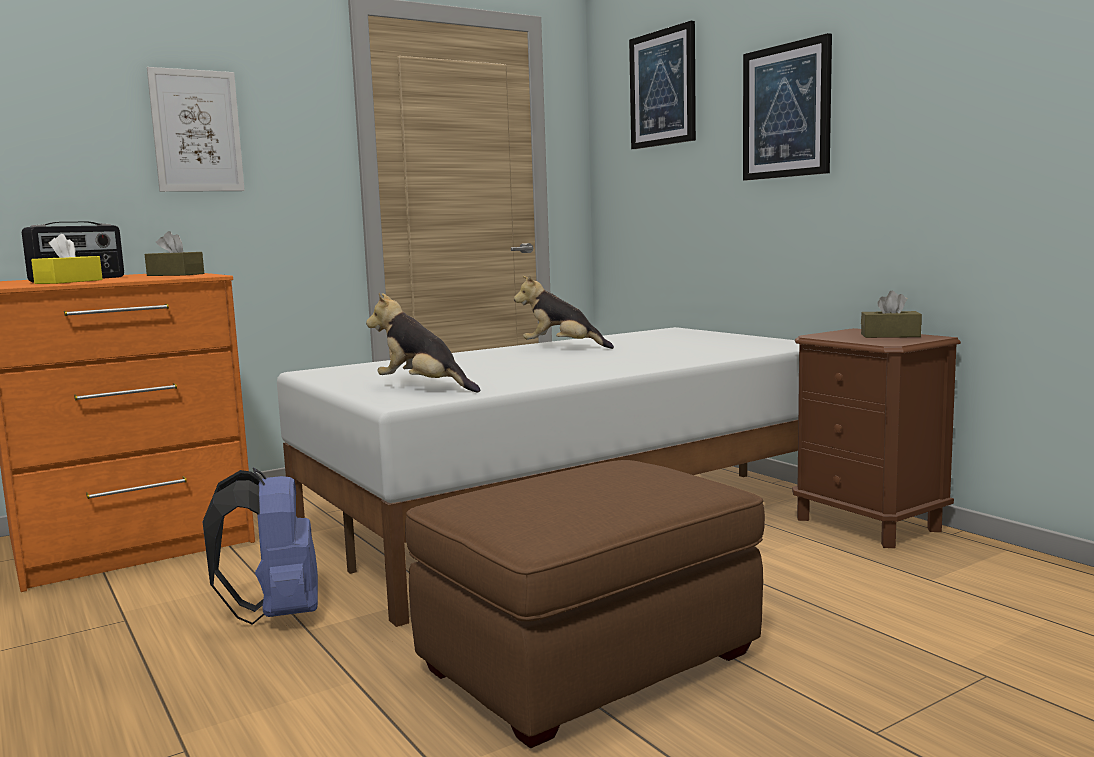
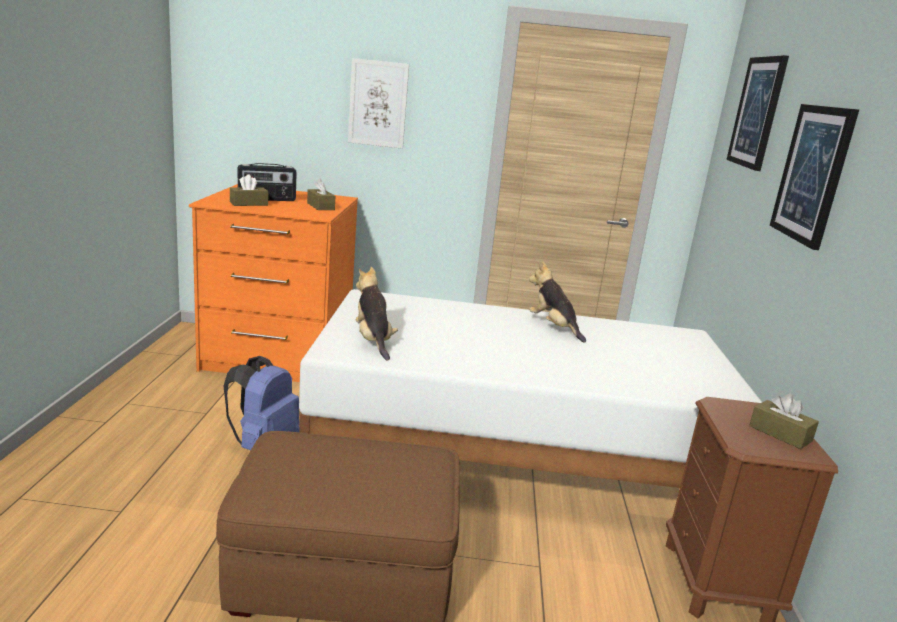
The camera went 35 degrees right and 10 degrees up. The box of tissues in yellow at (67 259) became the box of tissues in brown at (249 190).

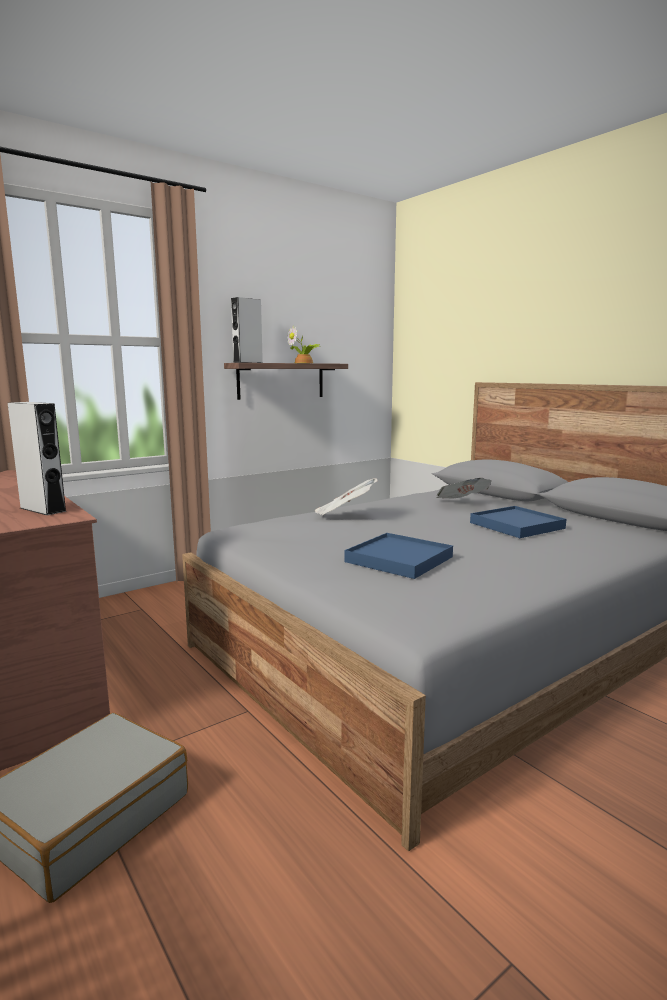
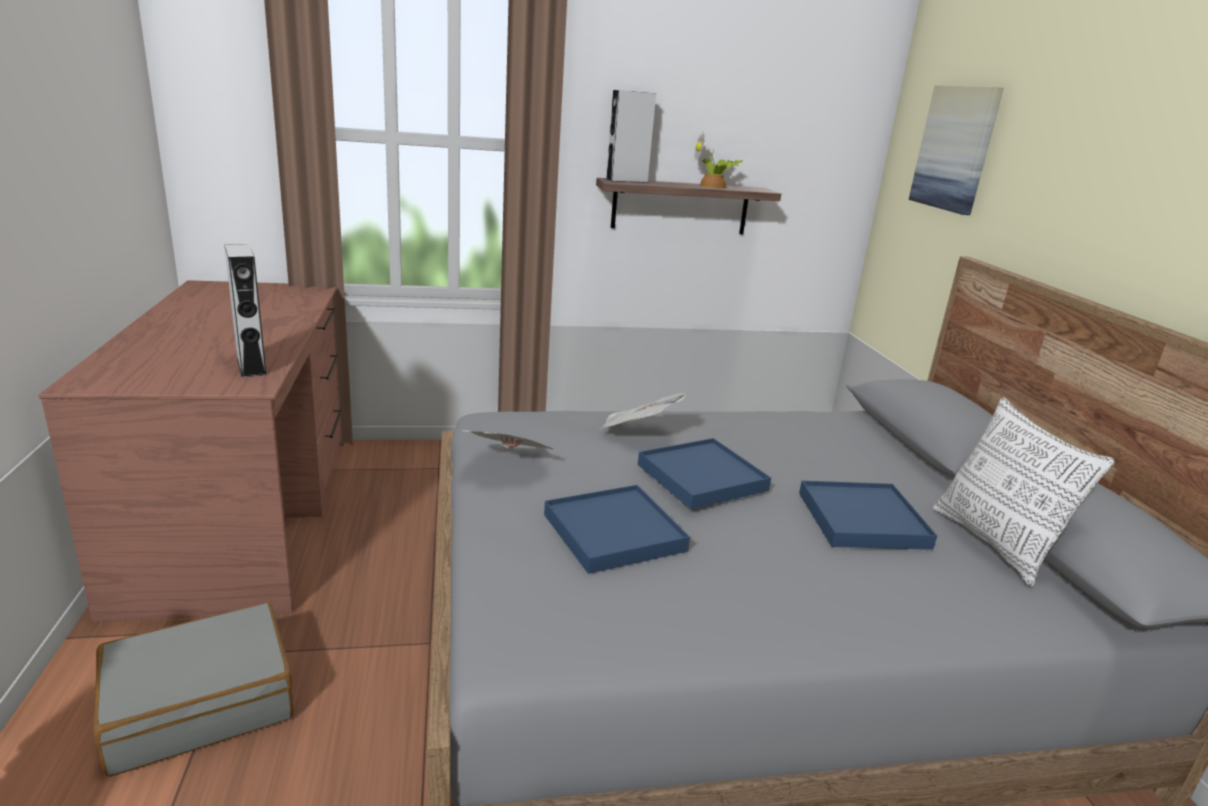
The camera went 25 degrees right and 10 degrees up. The daily paper moved from (464 488) to (507 439). The carrying tray in blue at (704 473) appeared. The wall picture at (956 150) appeared. The pillow at (1024 492) appeared.

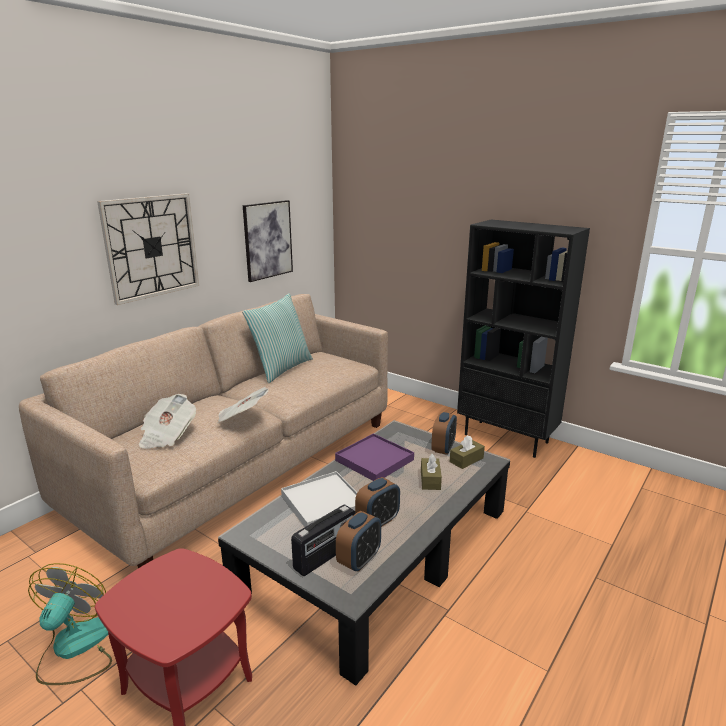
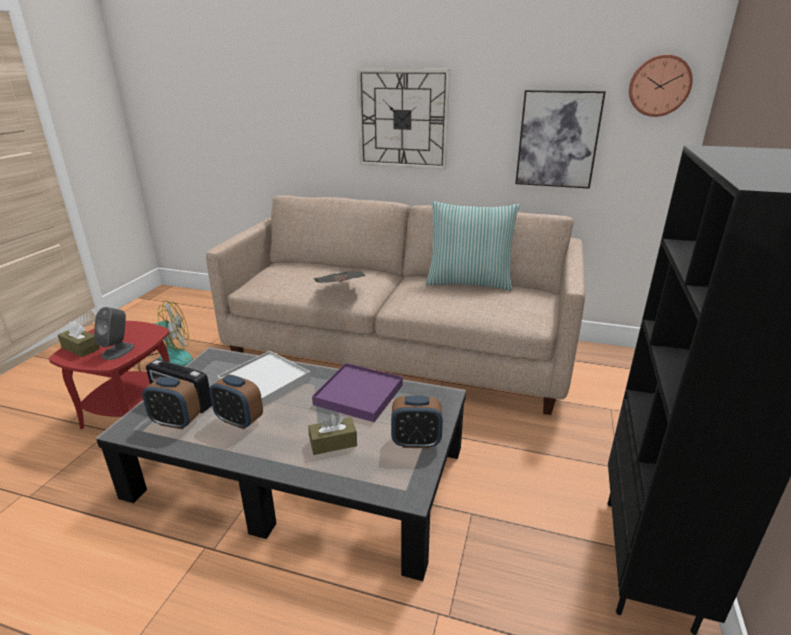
The camera went 70 degrees right and 5 degrees up. The box of tissues in brown moved from (467 452) to (79 339). The loudspeaker in grey at (114 333) appeared. The hanging clock at (661 86) appeared. The daily paper at (167 421) disappeared.

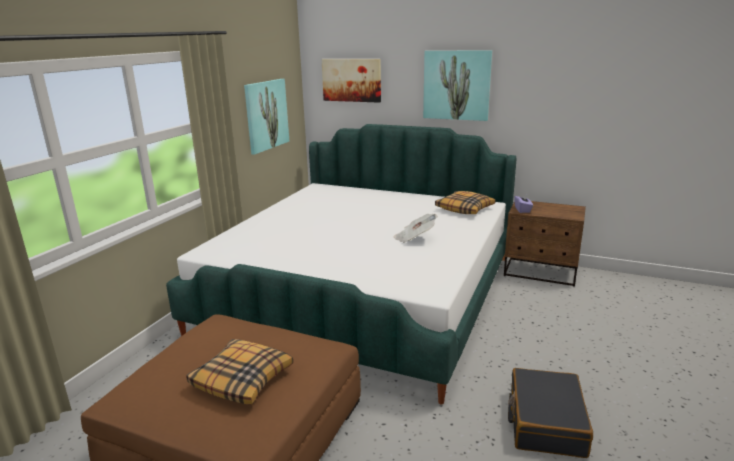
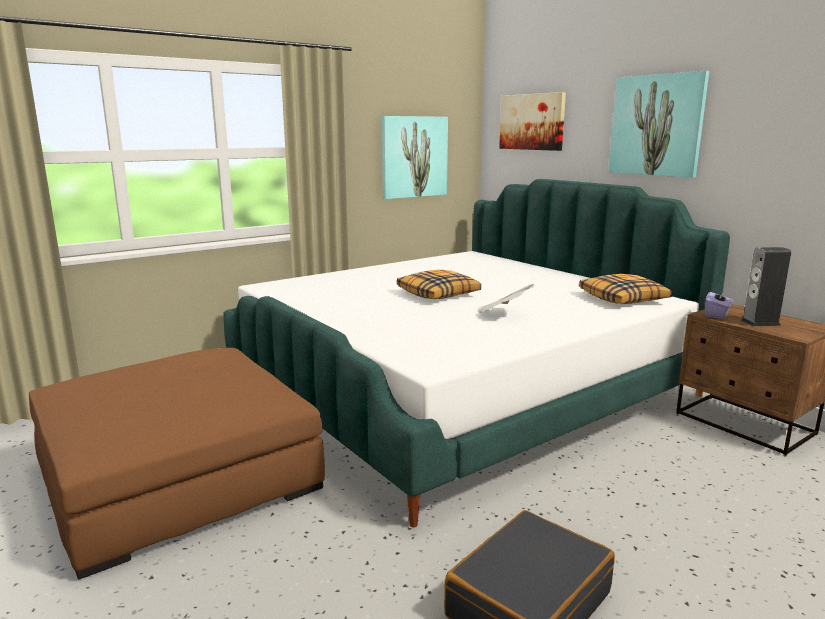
The camera went 30 degrees right and 5 degrees down. The pillow moved from (239 371) to (439 284). The loudspeaker at (766 286) appeared.

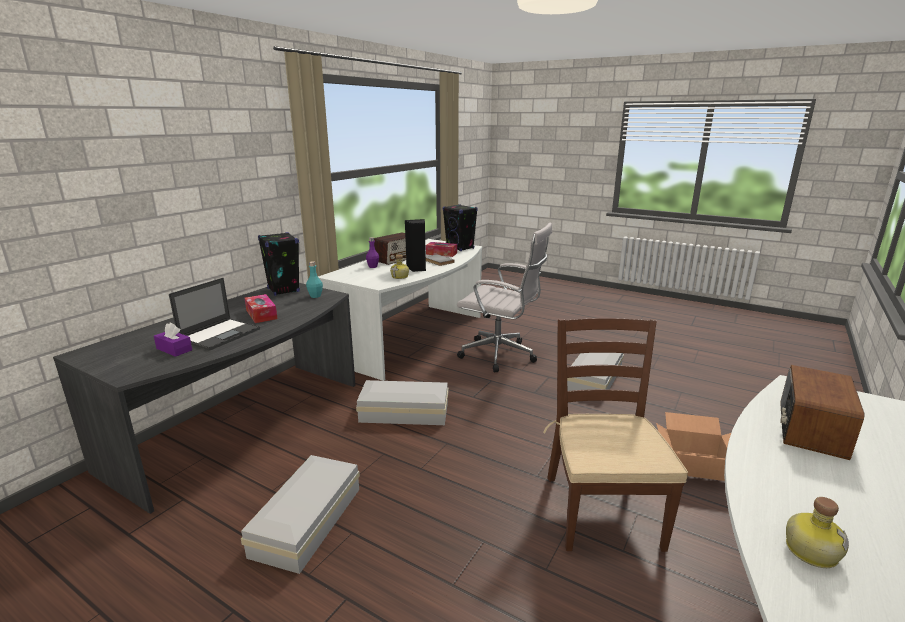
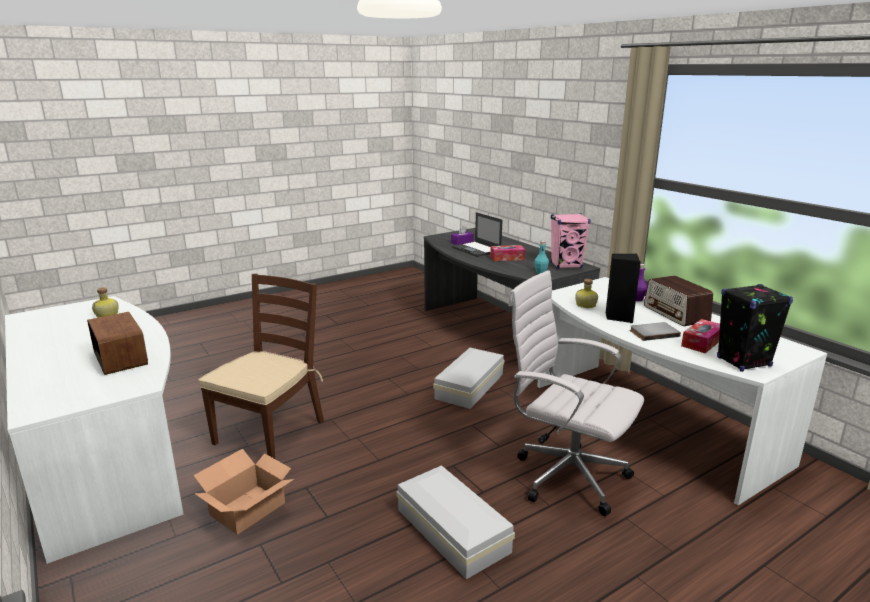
The camera went 115 degrees right and 0 degrees up. The plain chair in brown at (615 435) turned 90 degrees counterclockwise. The computer chair in white-coloured at (504 298) turned 75 degrees clockwise. The loudspeaker in black at (279 264) became the loudspeaker in pink at (571 241). The storage container in white-coloured at (300 514) disappeared.

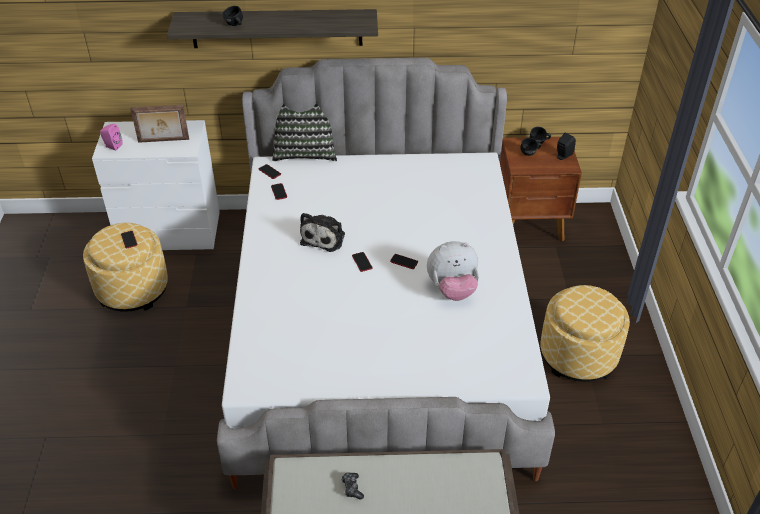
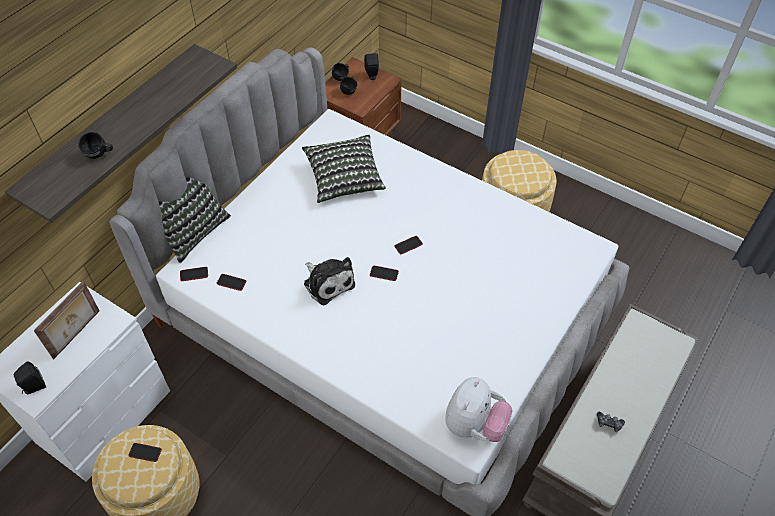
The camera went 55 degrees left and 10 degrees up. The loudspeaker in pink at (111 137) became the loudspeaker in black at (29 377). The pillow at (344 168) appeared. The cuddly toy moved from (453 271) to (479 409).

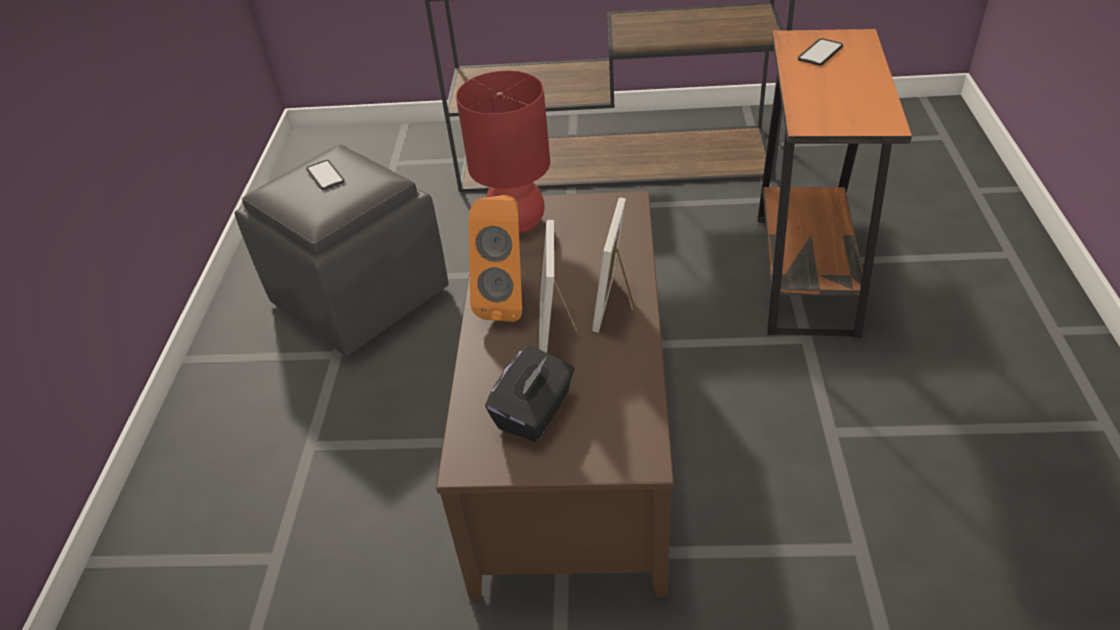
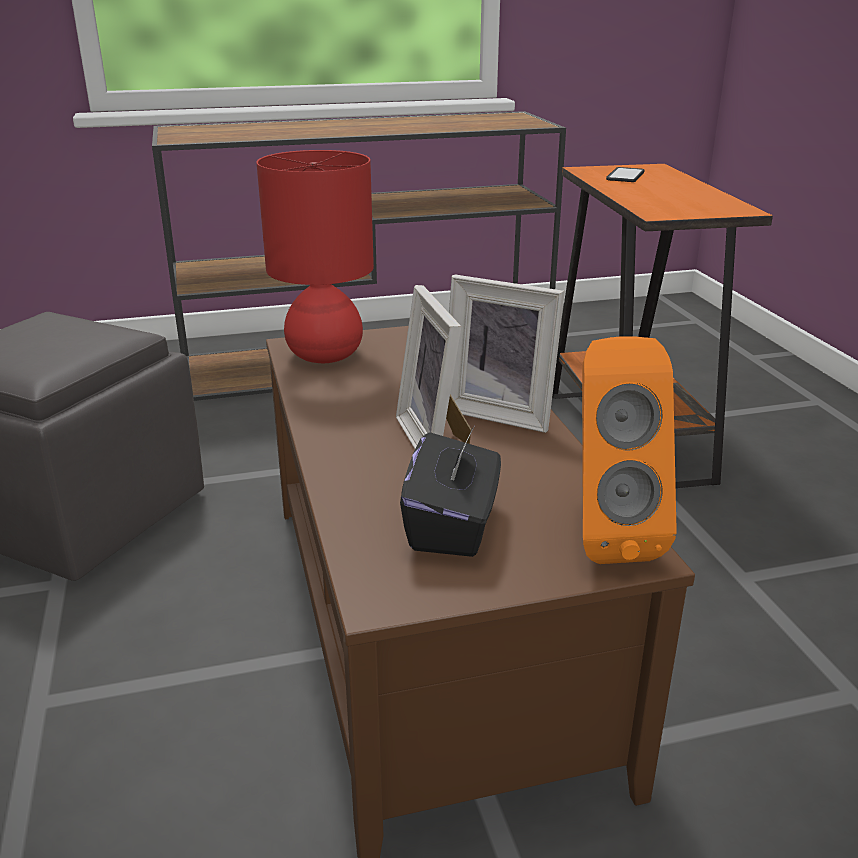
The camera went 20 degrees left and 15 degrees down. The picture frame at (614 265) turned 60 degrees counterclockwise. The loudspeaker in orange moved from (495 258) to (629 450). The telephone at (325 175) disappeared.

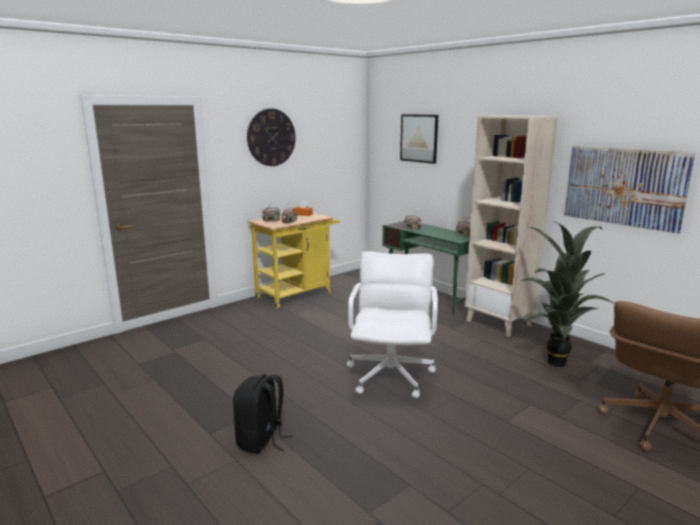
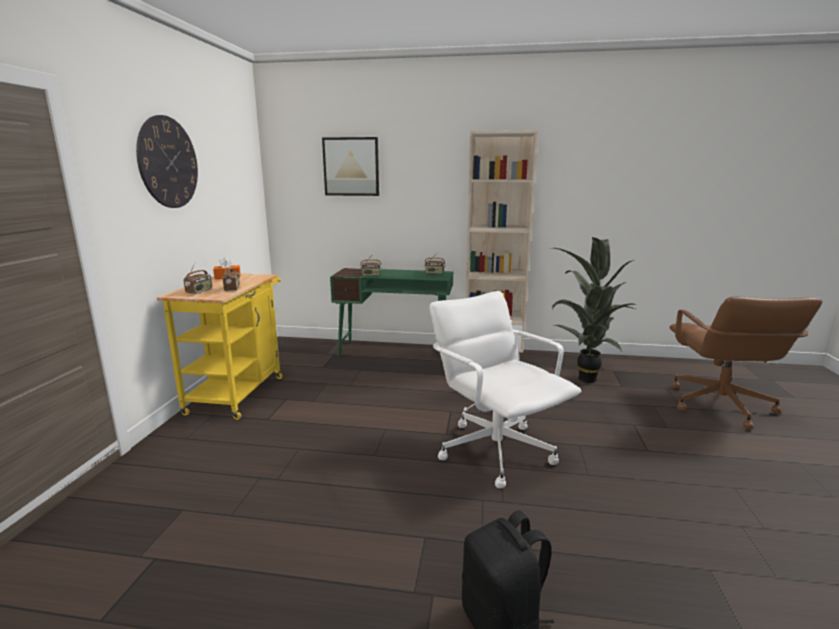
The camera went 40 degrees left and 0 degrees up. The wall picture at (629 190) disappeared.

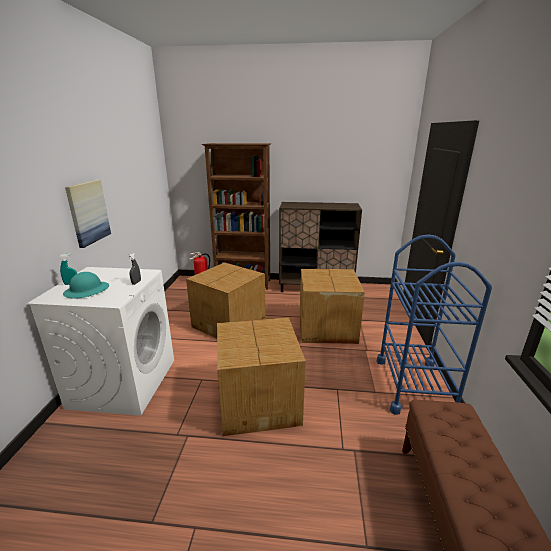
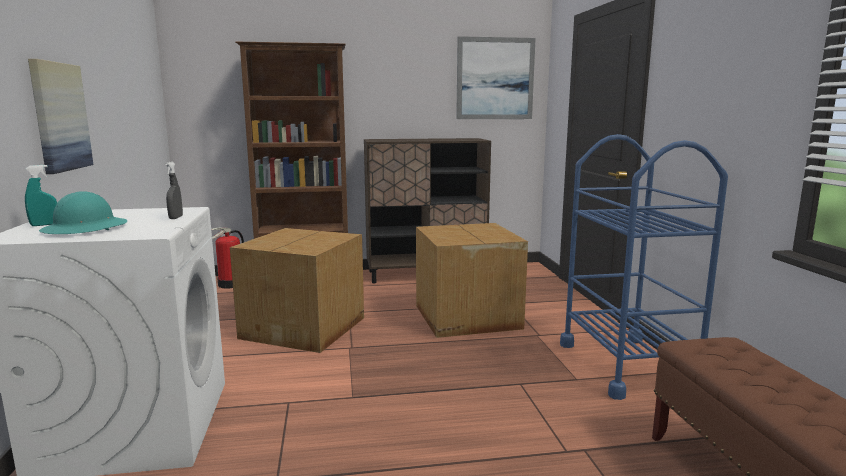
The camera went 15 degrees left and 10 degrees down. The wall picture at (496 77) appeared. The packing box at (261 376) disappeared.

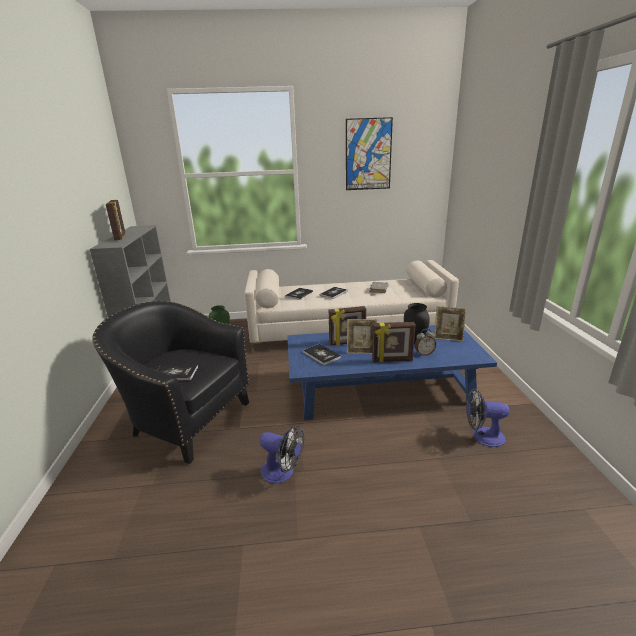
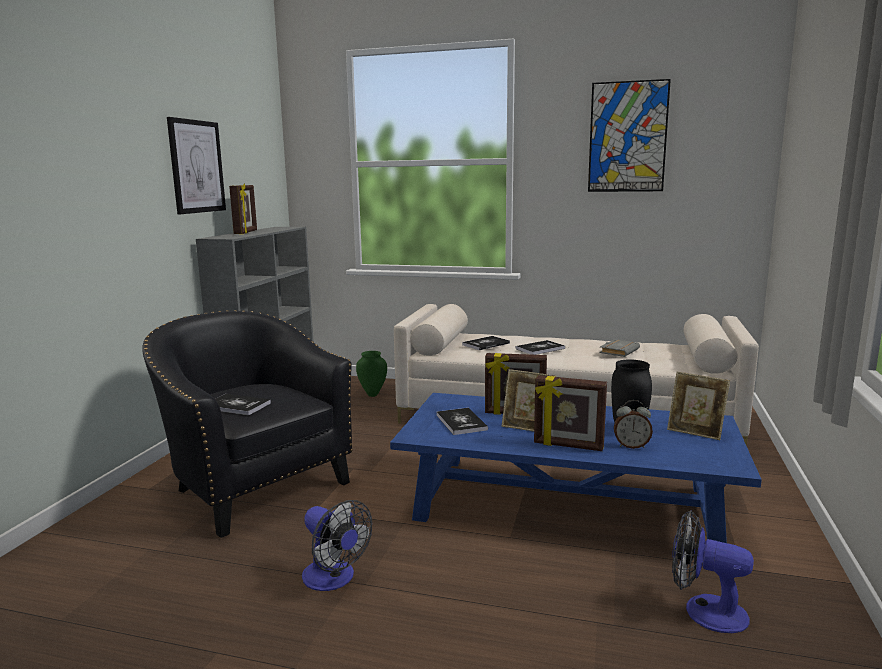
The camera went 20 degrees right and 10 degrees down. The wall picture at (196 165) appeared.

